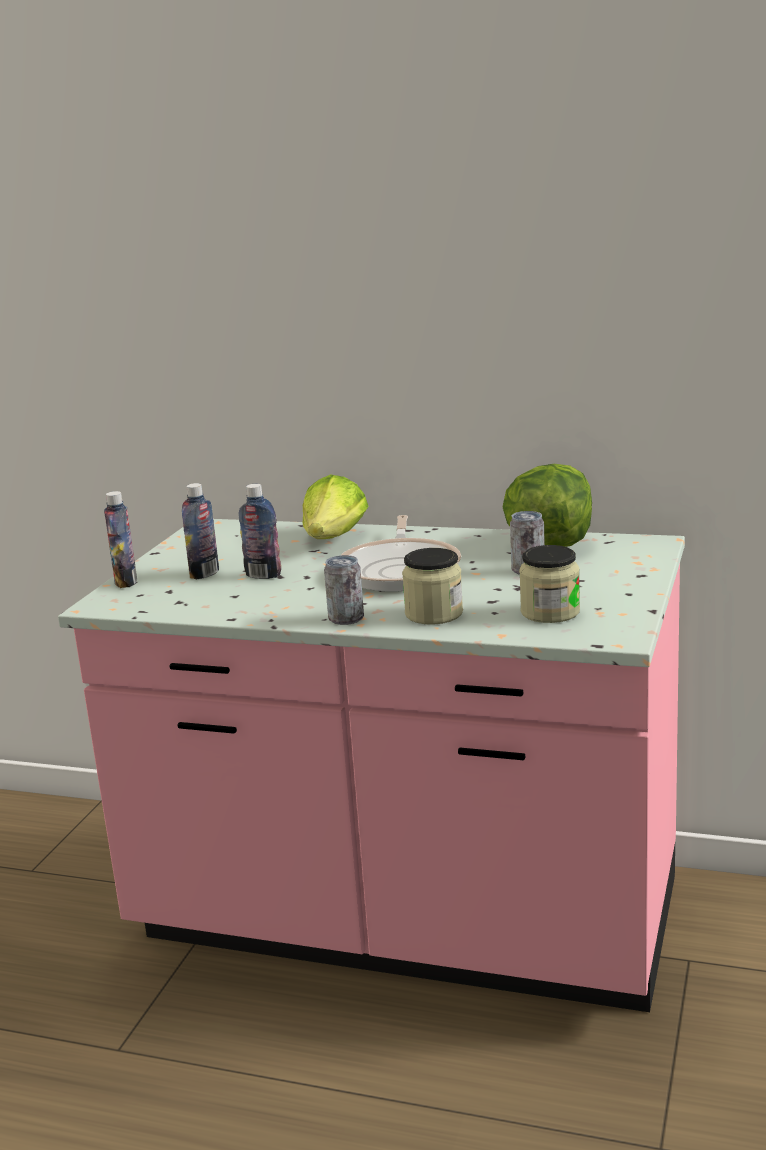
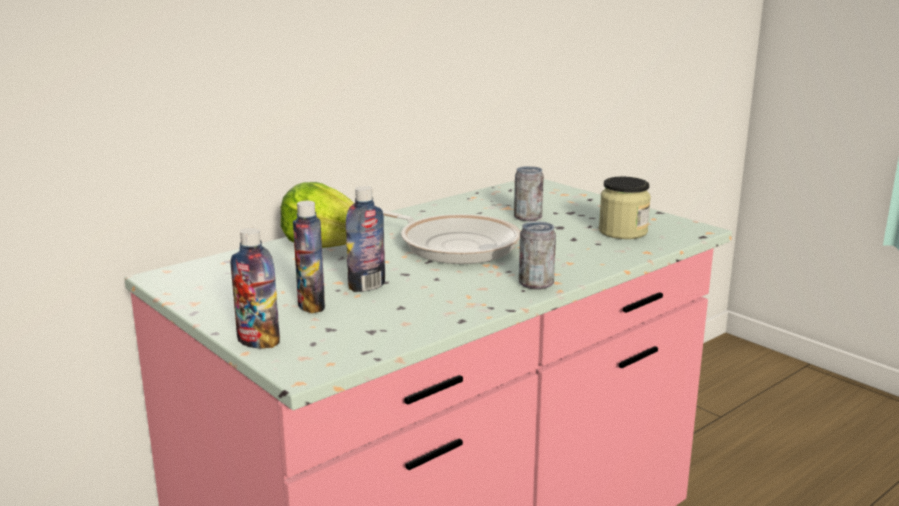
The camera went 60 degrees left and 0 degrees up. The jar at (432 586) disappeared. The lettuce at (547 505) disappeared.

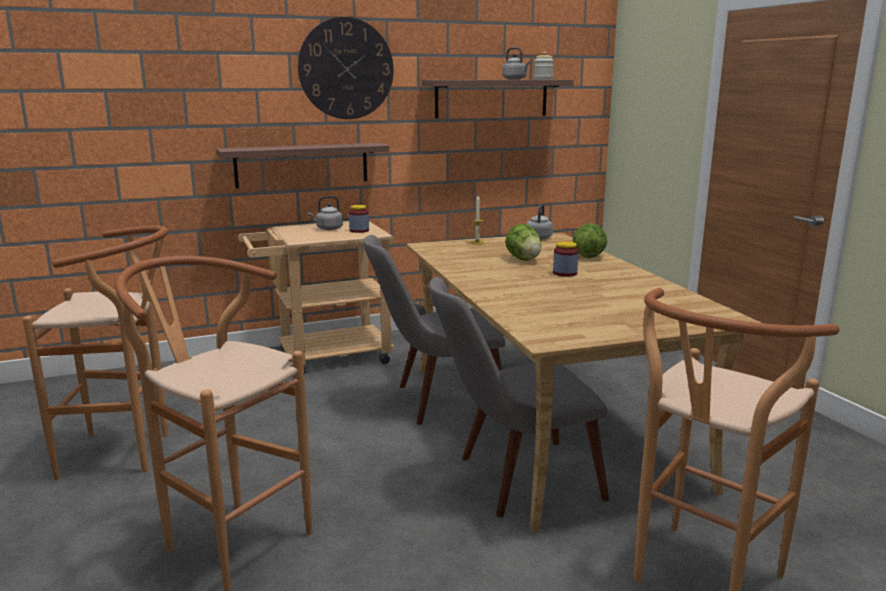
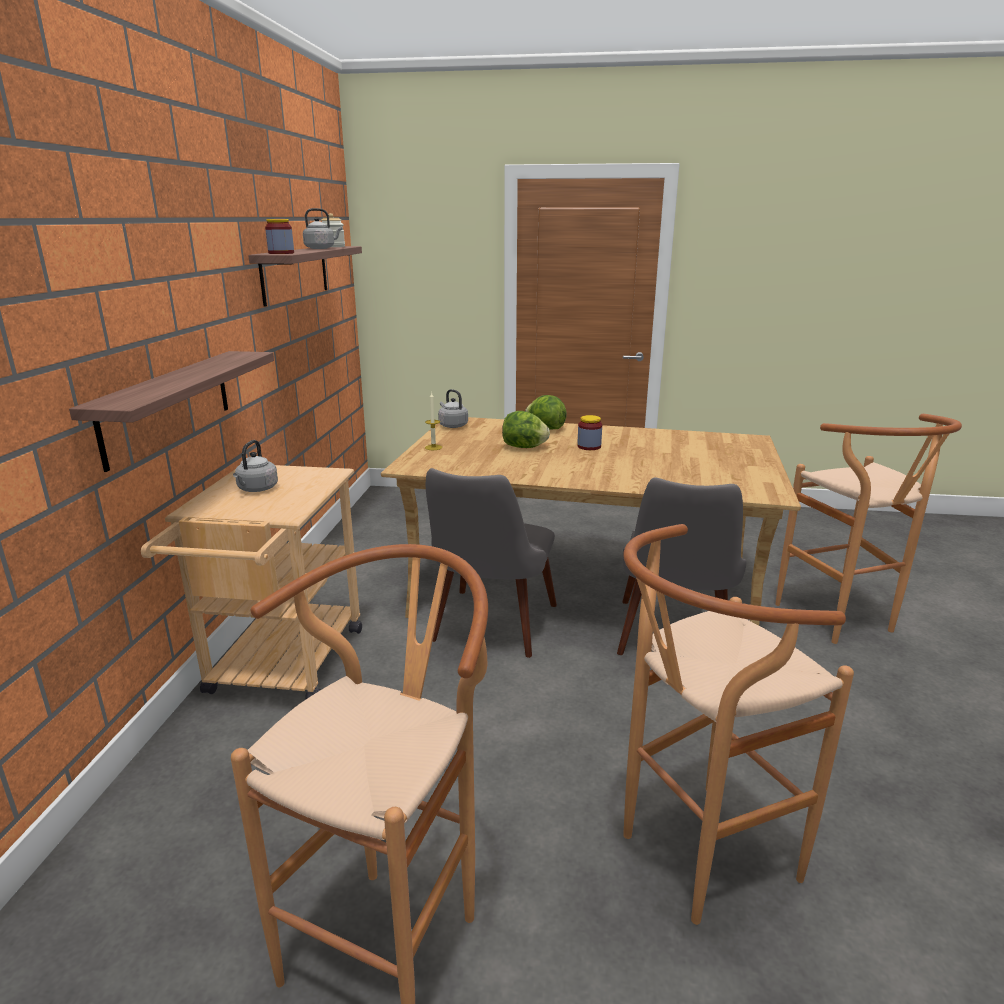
The camera went 60 degrees left and 5 degrees up. The jar moved from (359 219) to (279 236). The hanging clock at (346 68) disappeared.

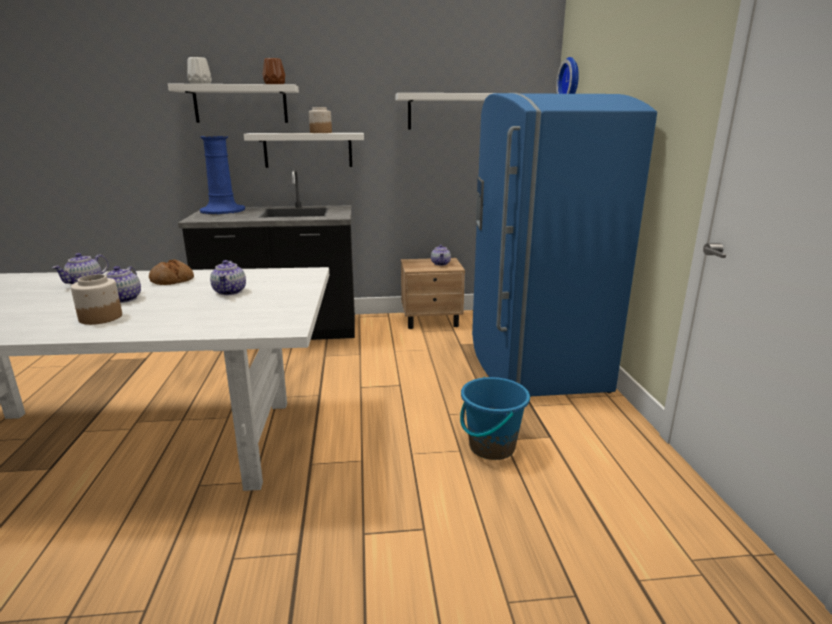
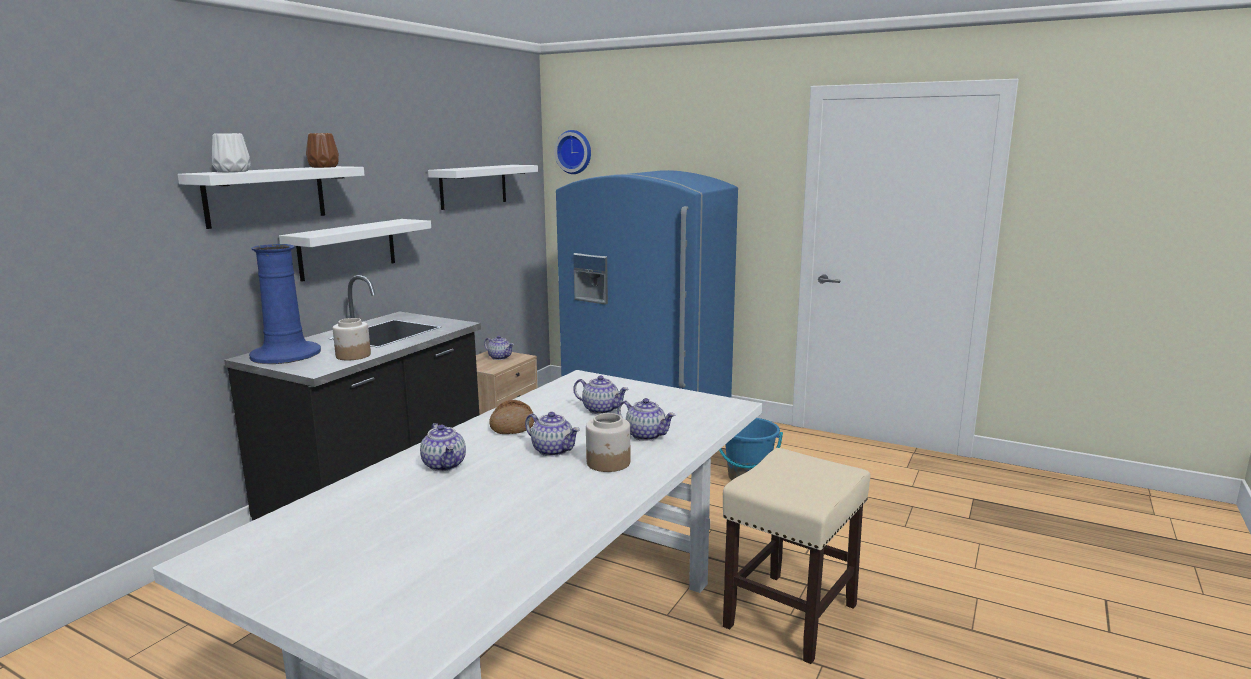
The camera went 55 degrees left and 5 degrees down. The jar moved from (320 120) to (352 339). The teapot at (646 419) appeared. The sitting stool in beige at (796 556) appeared.

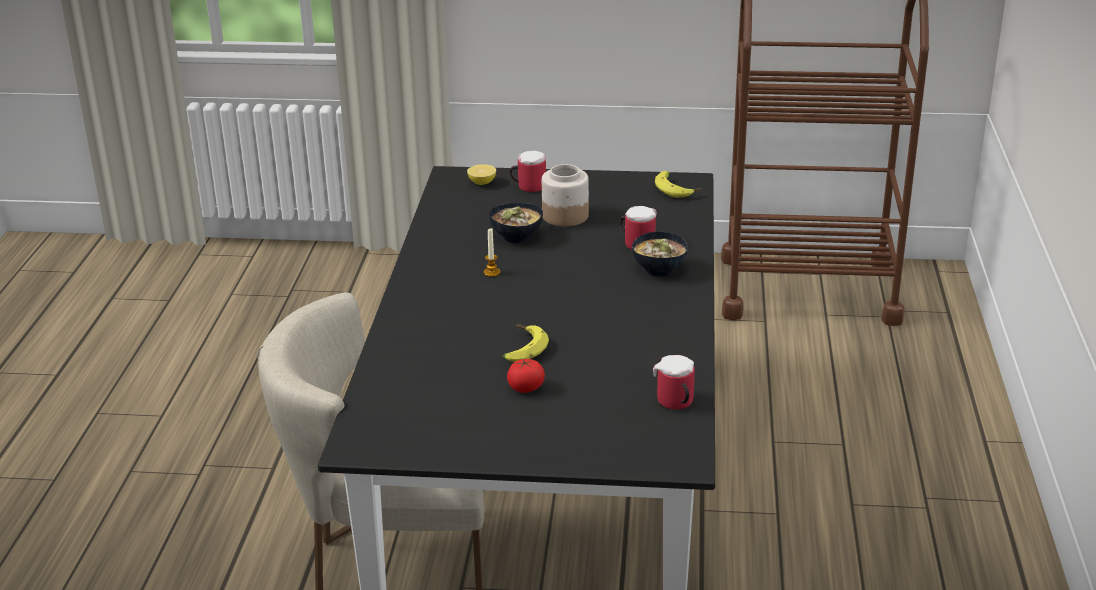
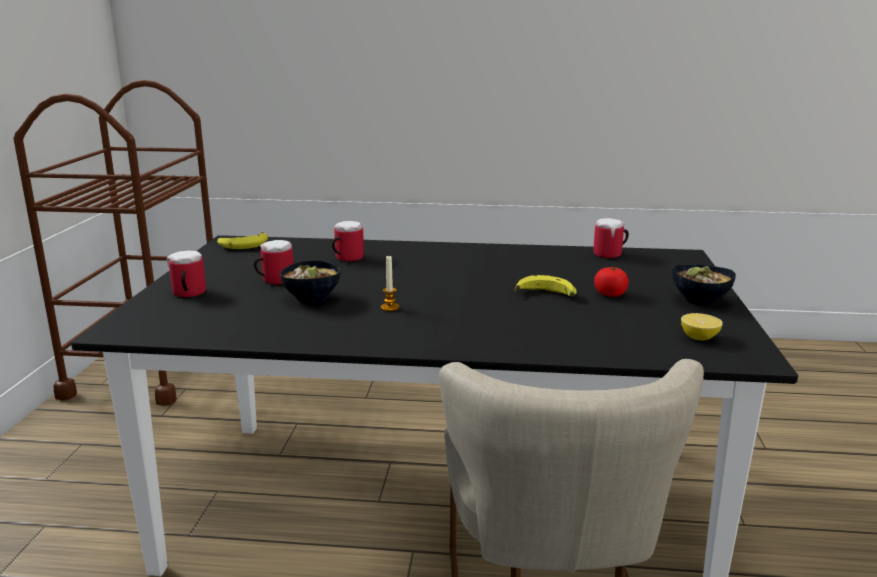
The camera went 90 degrees left and 10 degrees down. The jar at (565 195) was replaced by the coffee mug at (274 262). The bowl moved from (660 254) to (704 285). The whole lemon moved from (481 174) to (702 327).

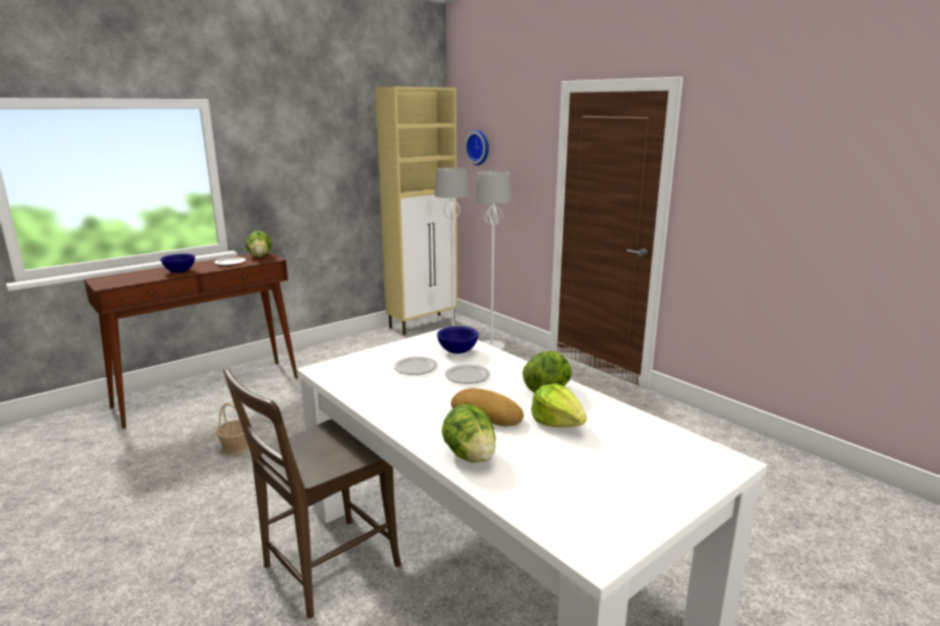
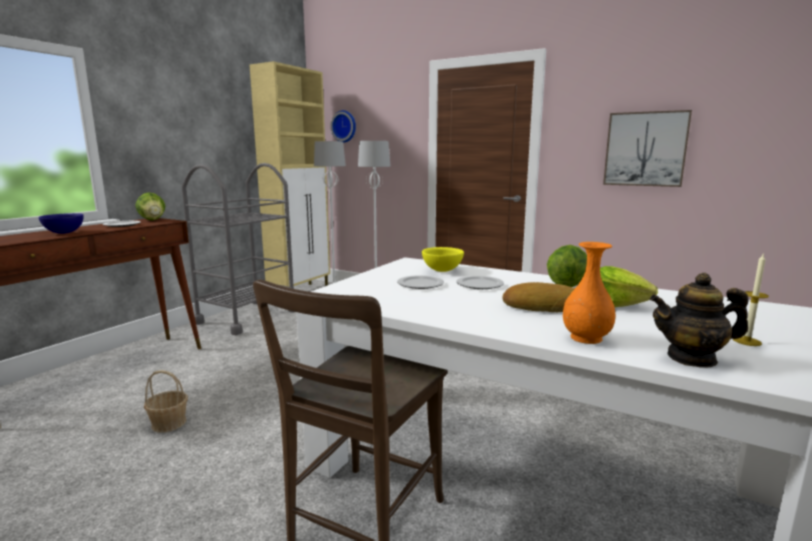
The camera went 20 degrees left and 5 degrees down. The cart in grey at (238 249) appeared. The bowl in blue at (458 340) became the bowl in yellow at (443 259). The lettuce at (469 433) was replaced by the flower vase in orange at (589 293). The wall picture at (647 148) appeared. The teapot at (699 320) appeared. The candle at (751 300) appeared.

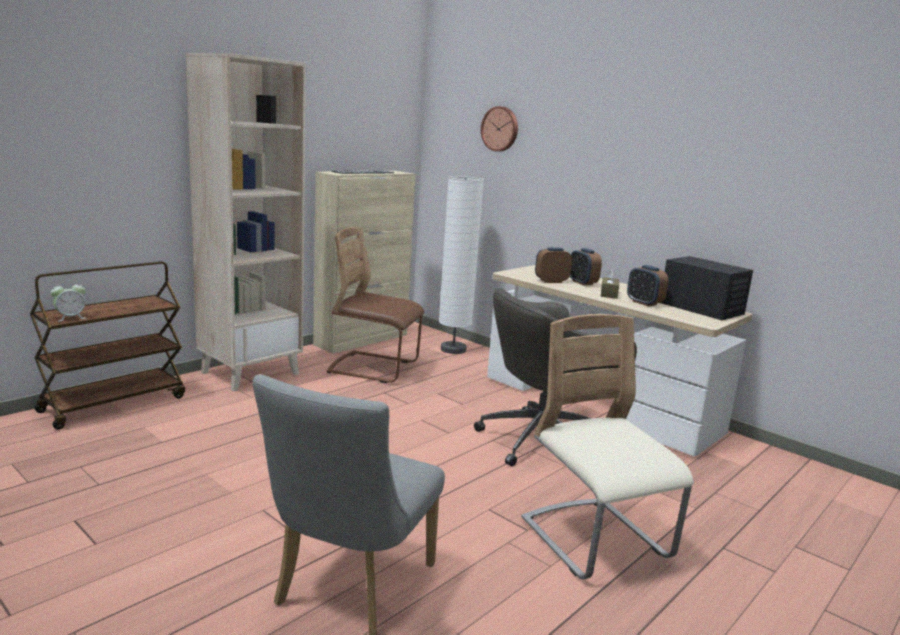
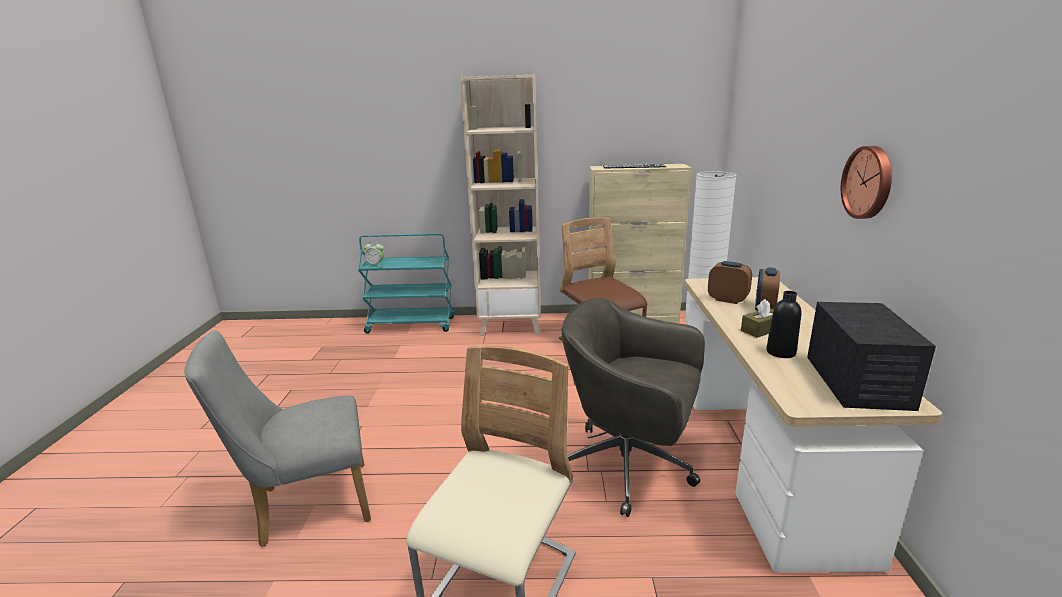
The camera went 50 degrees right and 5 degrees up. The cart in brown at (107 345) became the cart in turquoise at (406 283). The alarm clock at (647 286) was replaced by the beverage bottle in black at (783 324). The hanging clock moved from (499 129) to (866 182).

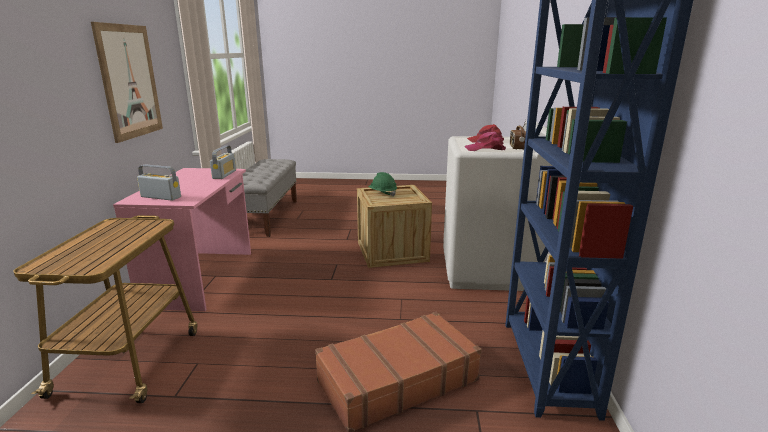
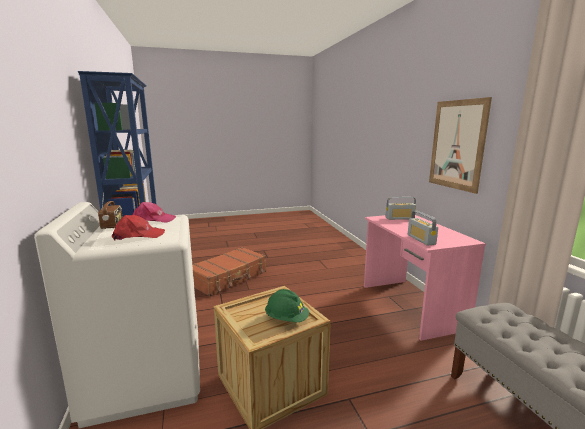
The camera went 160 degrees right and 5 degrees down. The cart at (105 309) disappeared.

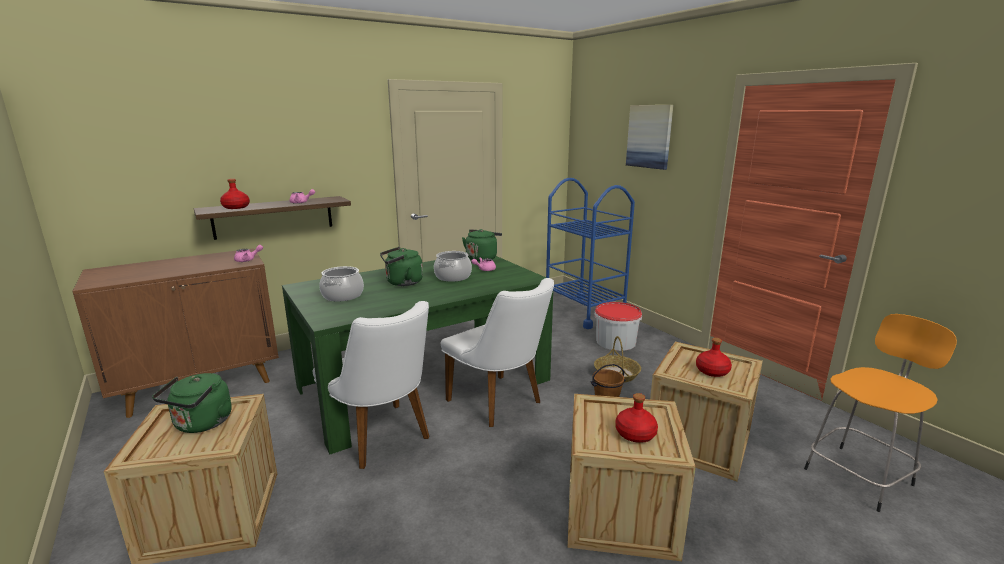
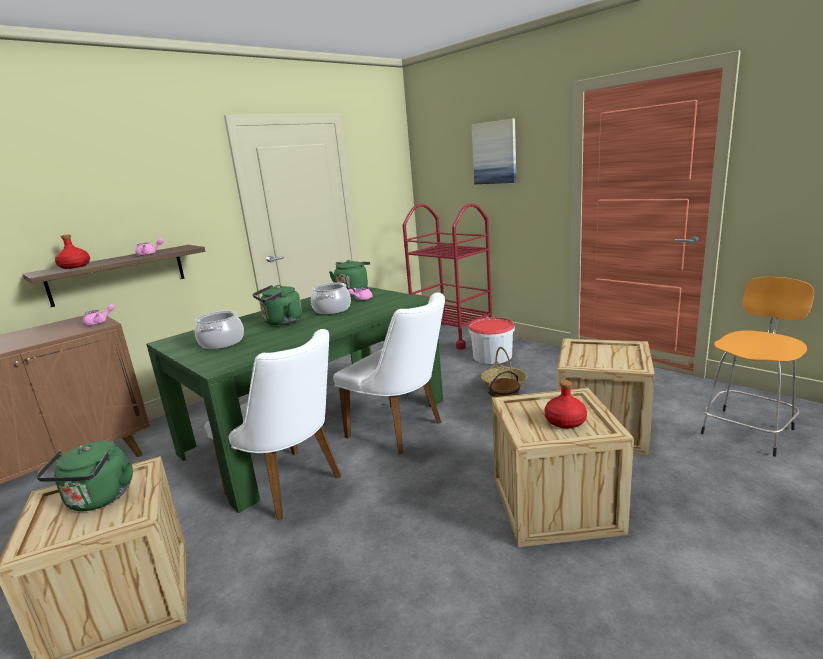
The camera went 10 degrees left and 0 degrees up. The cart in blue at (590 253) became the cart in red at (447 276). The beverage bottle in red at (714 357) disappeared.

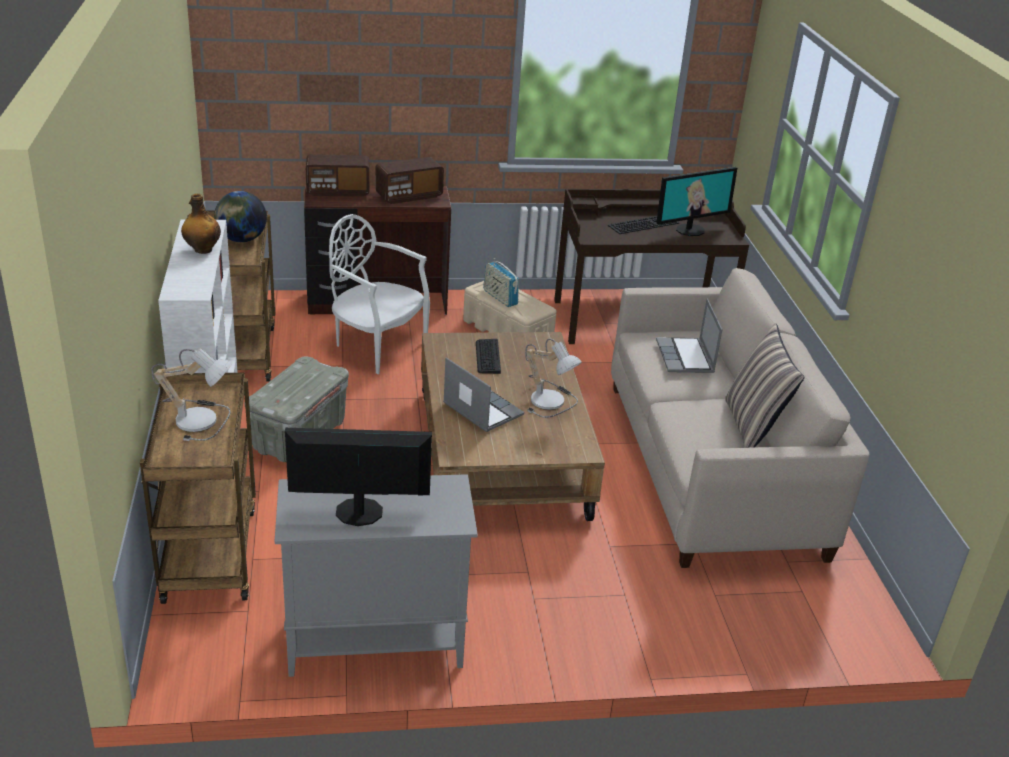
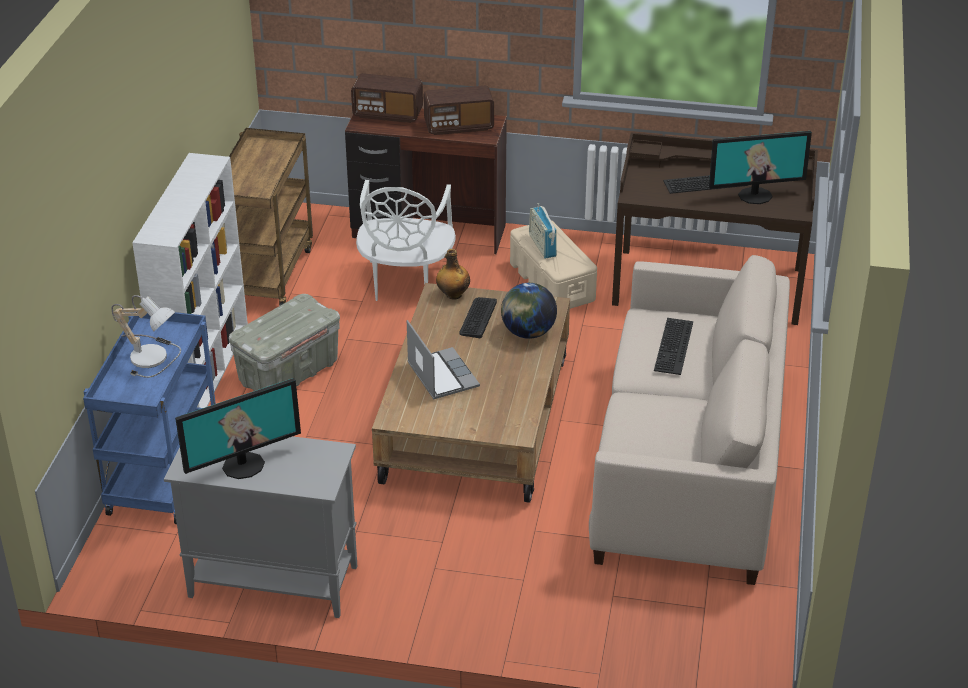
The camera went 20 degrees right and 5 degrees up. The cart in brown at (198 488) became the cart in blue at (149 418). The computer display at (358 477) turned 135 degrees clockwise. The plain chair in white-coloured at (379 294) turned 135 degrees counterclockwise. The beverage bottle moved from (201 223) to (453 274). The globe moved from (240 216) to (529 311). The portable computer at (689 336) was replaced by the computer keyboard at (673 346). The tabletop lamp at (553 378) disappeared. The pillow at (765 385) disappeared.

